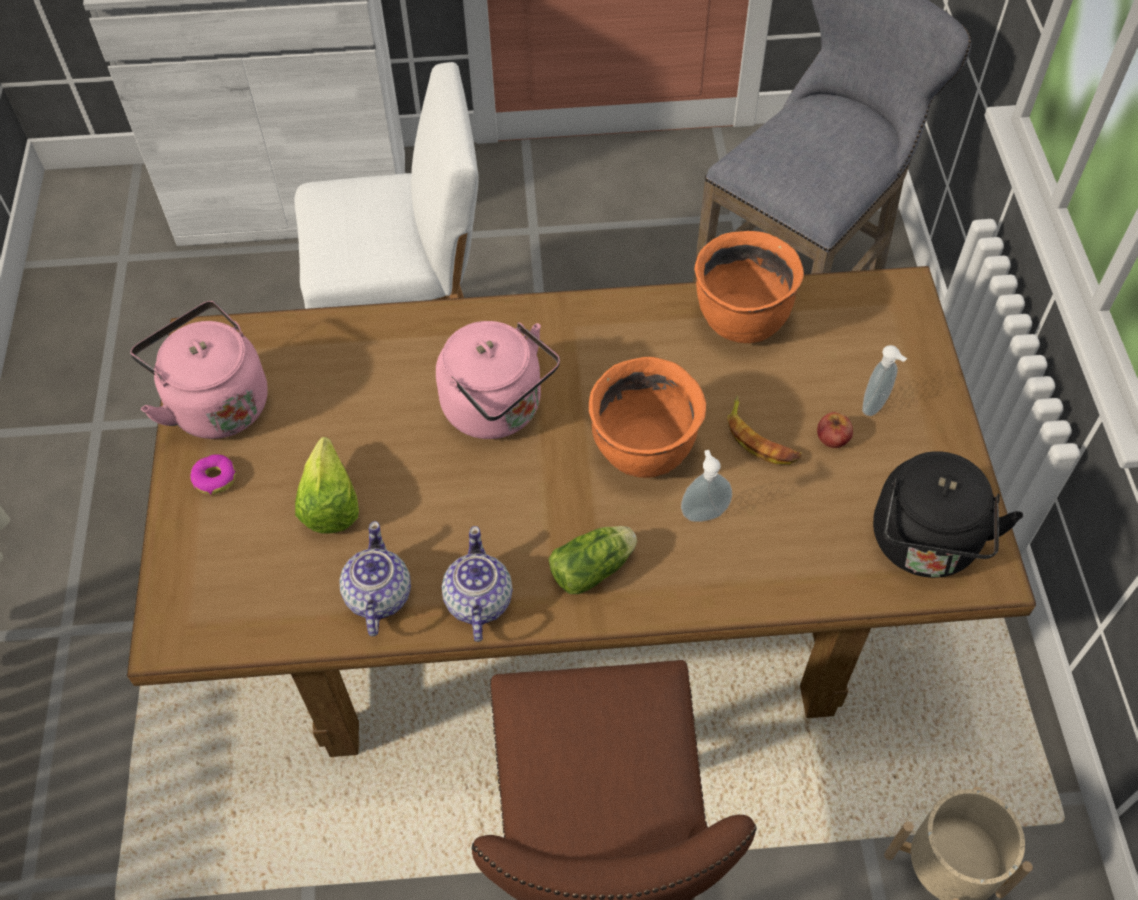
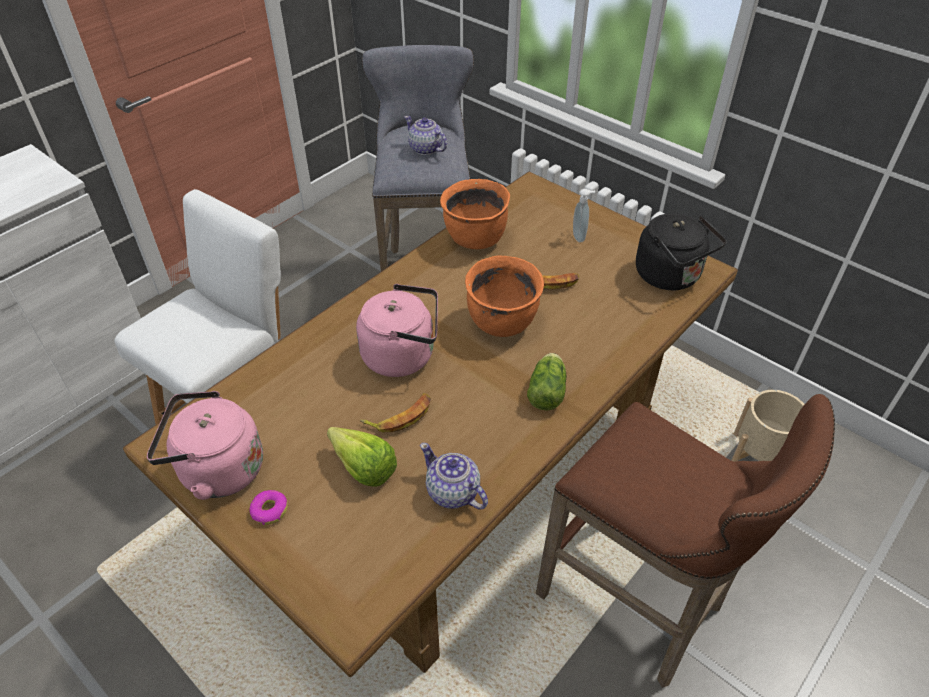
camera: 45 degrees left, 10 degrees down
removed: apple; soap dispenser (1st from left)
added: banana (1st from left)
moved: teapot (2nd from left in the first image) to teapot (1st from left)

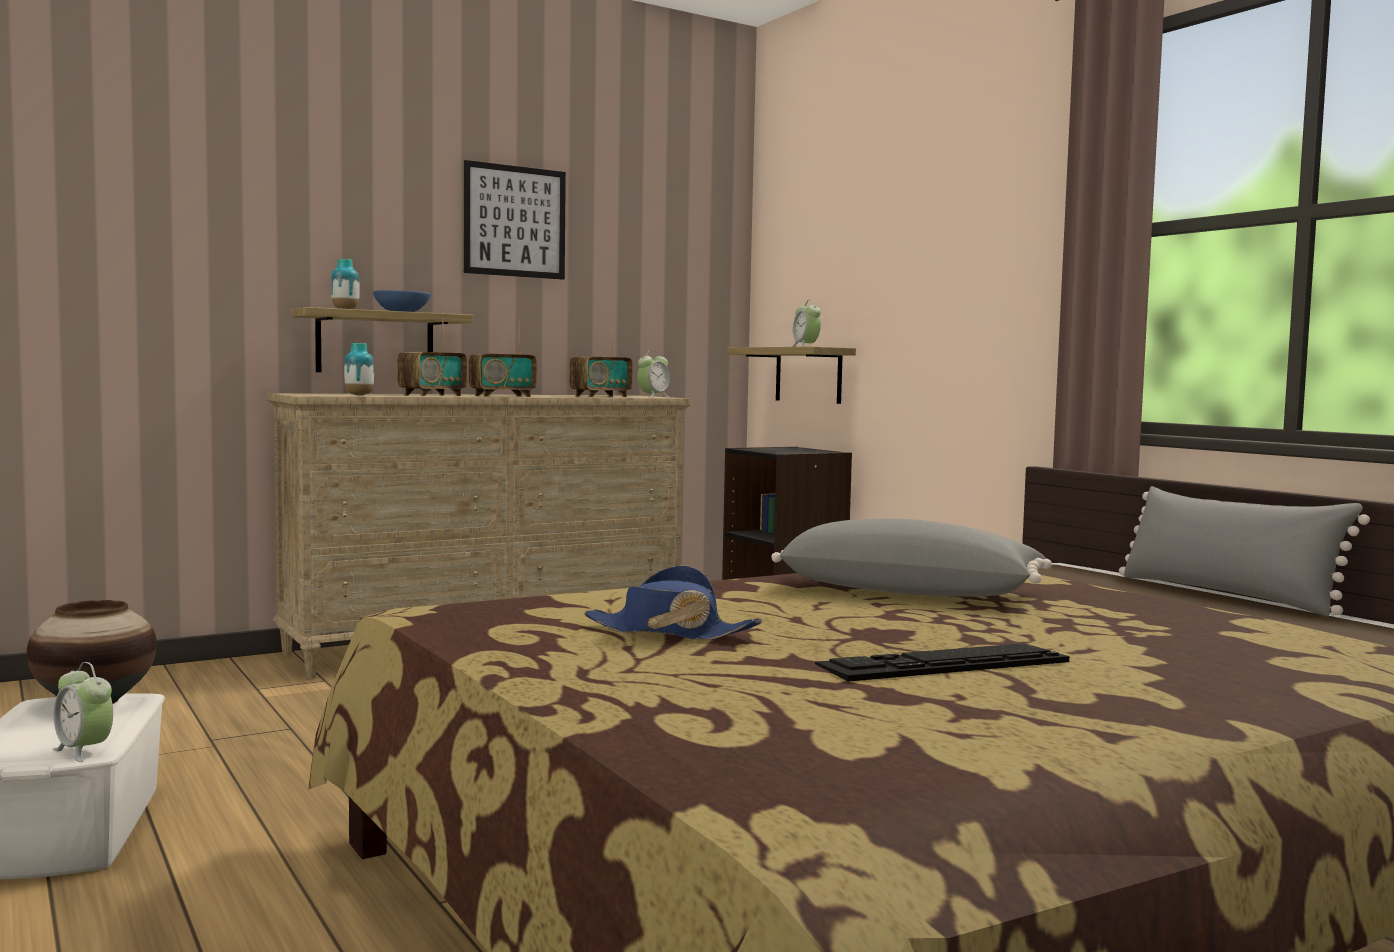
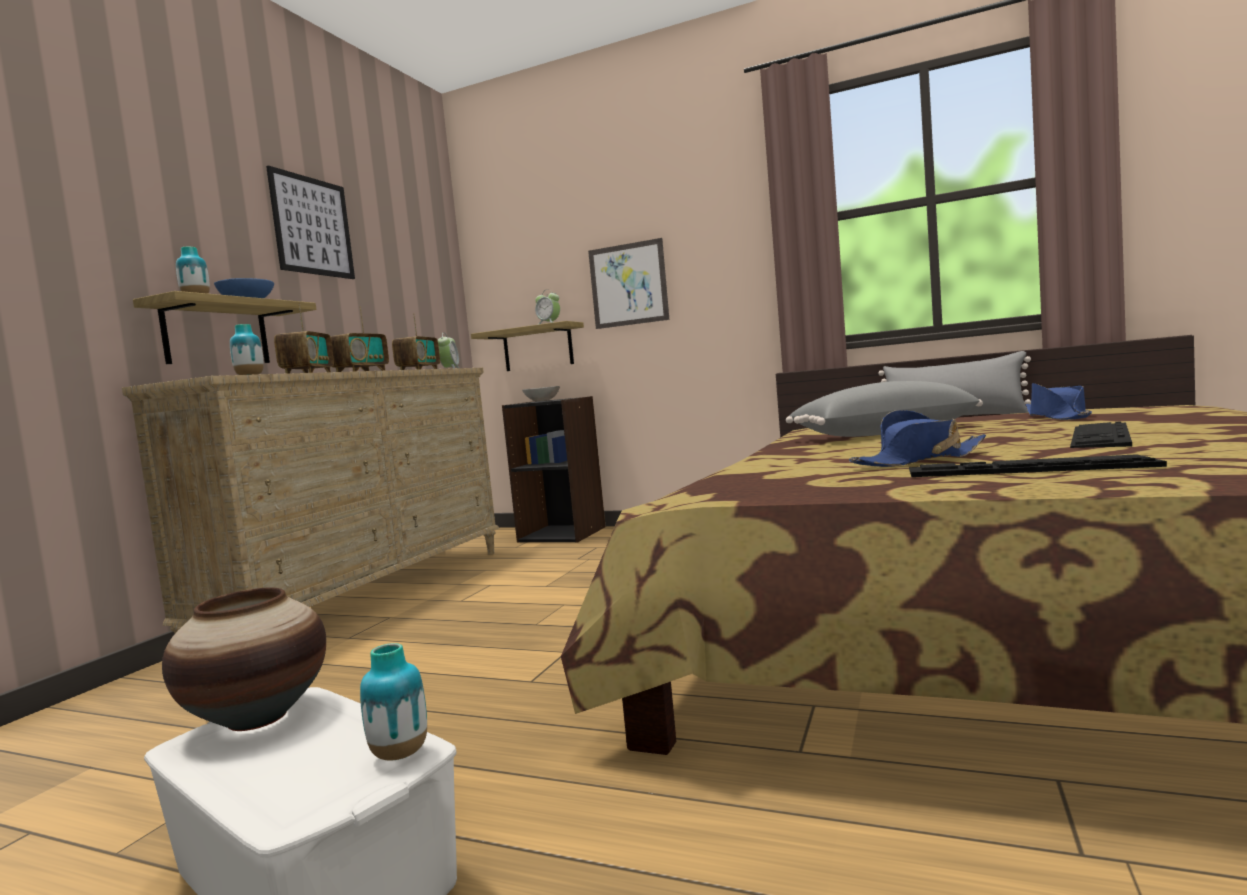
camera: 35 degrees left, 0 degrees up
added: picture (2nd from left); blue hat (2nd from left); grey bowl; keyboard (1st from left)
replaced: alarm clock (1st from left) to vase (4th from left)

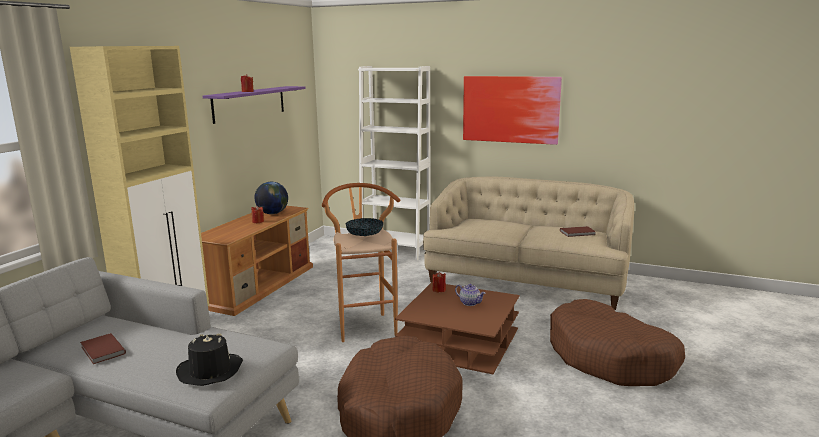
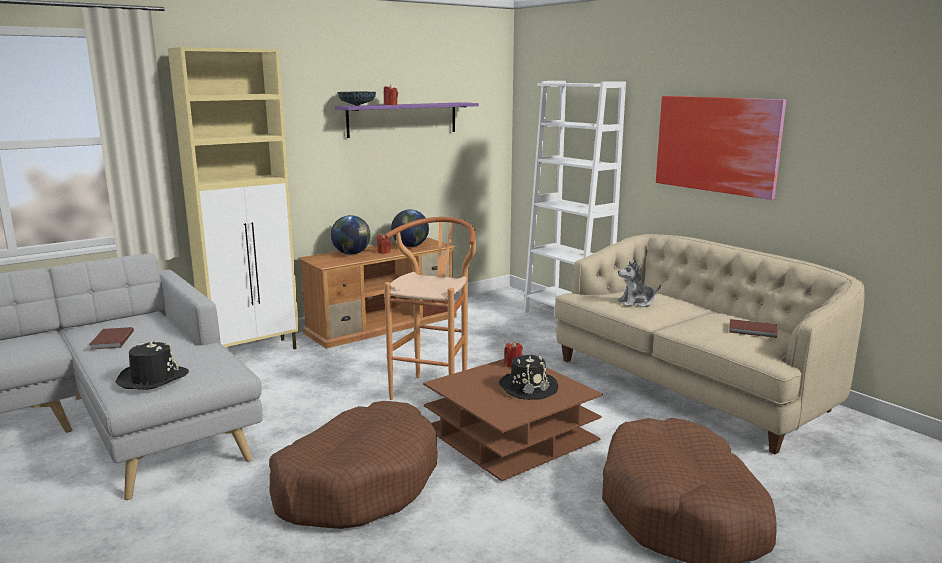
camera: 30 degrees right, 0 degrees up
added: globe (1st from left); plush toy
moved: bowl
replaced: teapot to black hat (2nd from left)

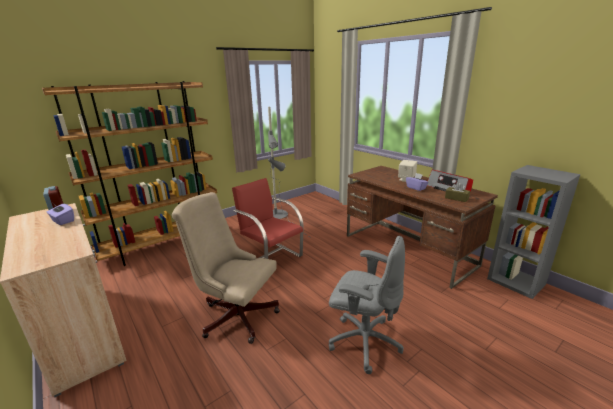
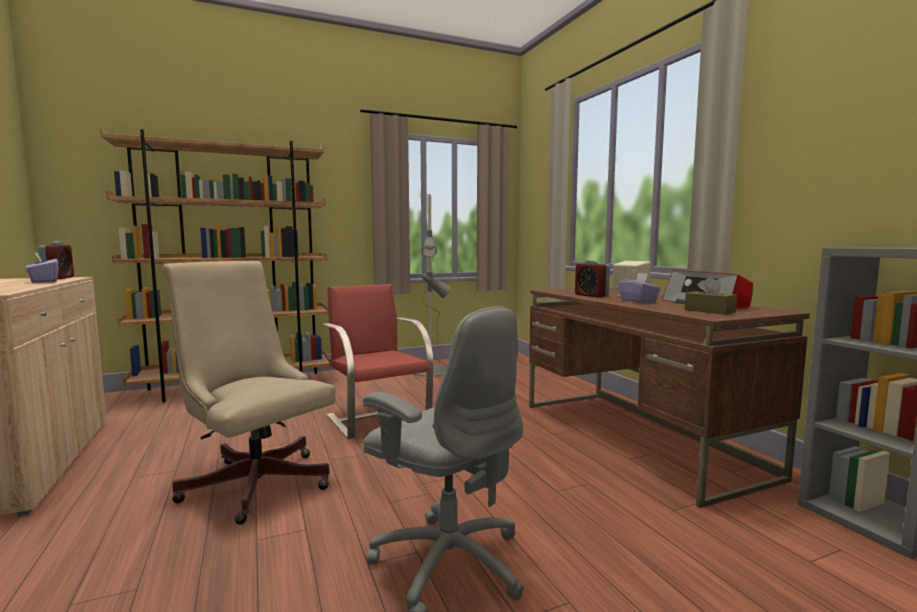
camera: 15 degrees right, 15 degrees down
added: alarm clock (2nd from left)

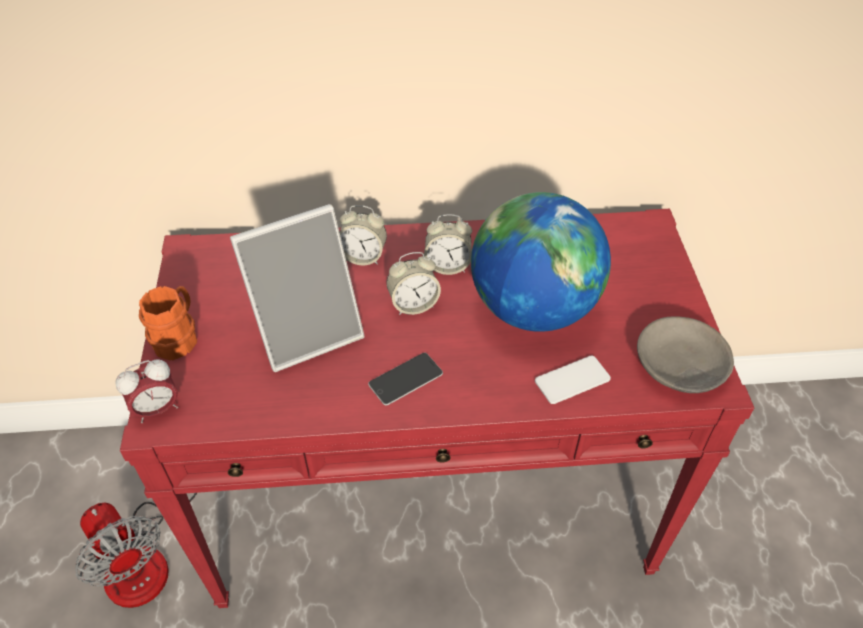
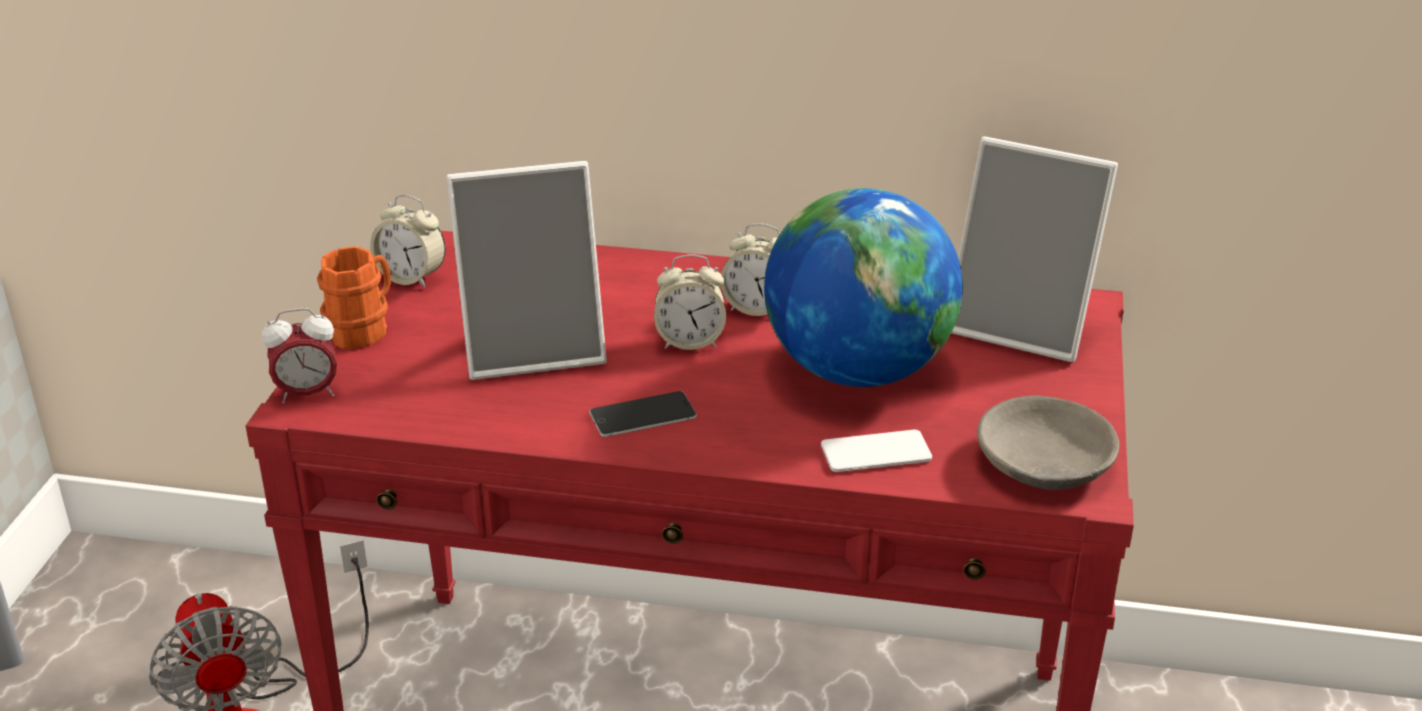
camera: 15 degrees right, 15 degrees down
added: picture frame (2nd from left)
moved: alarm clock (2nd from left)

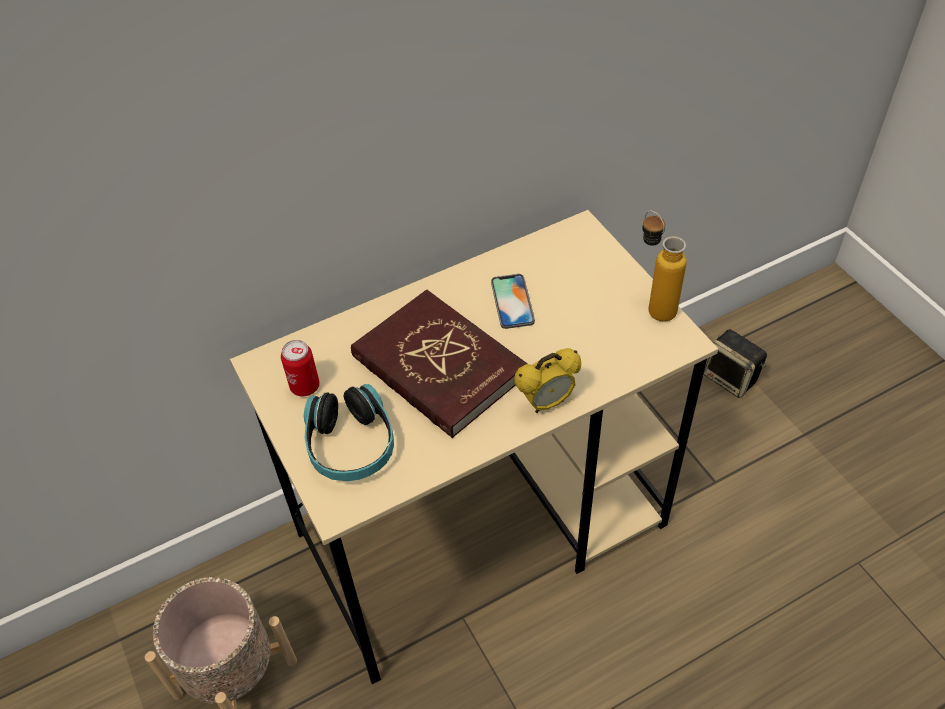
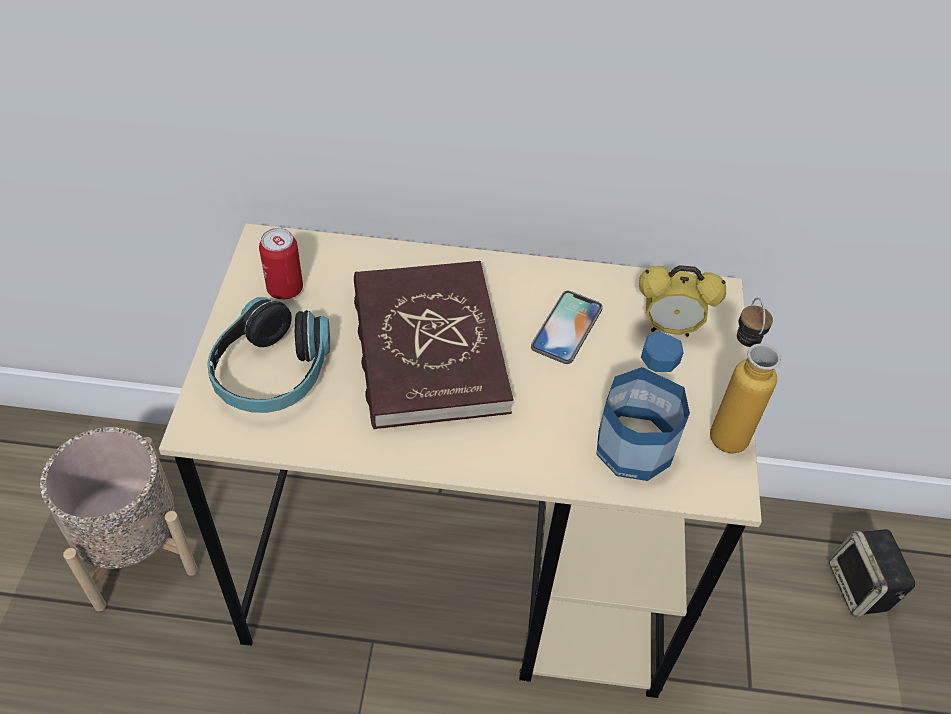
camera: 30 degrees right, 0 degrees up
added: bottle (1st from left)
moved: alarm clock

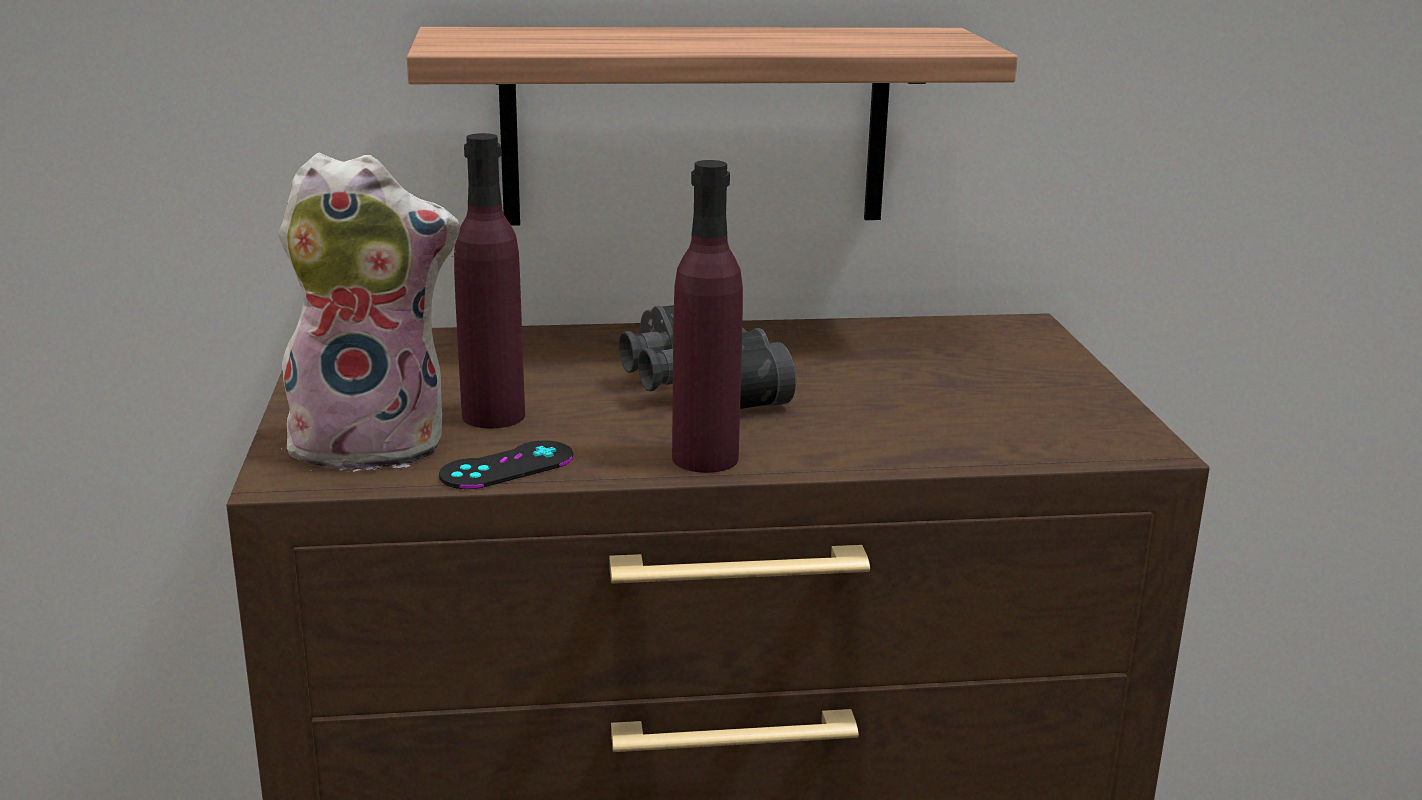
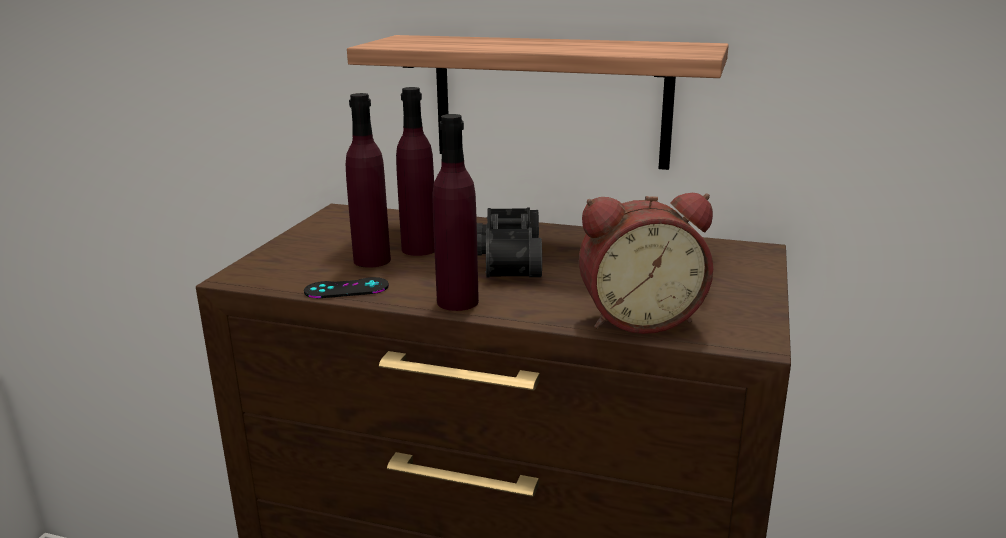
camera: 25 degrees right, 0 degrees up
removed: plush toy
added: purple bottle (2nd from left); alarm clock

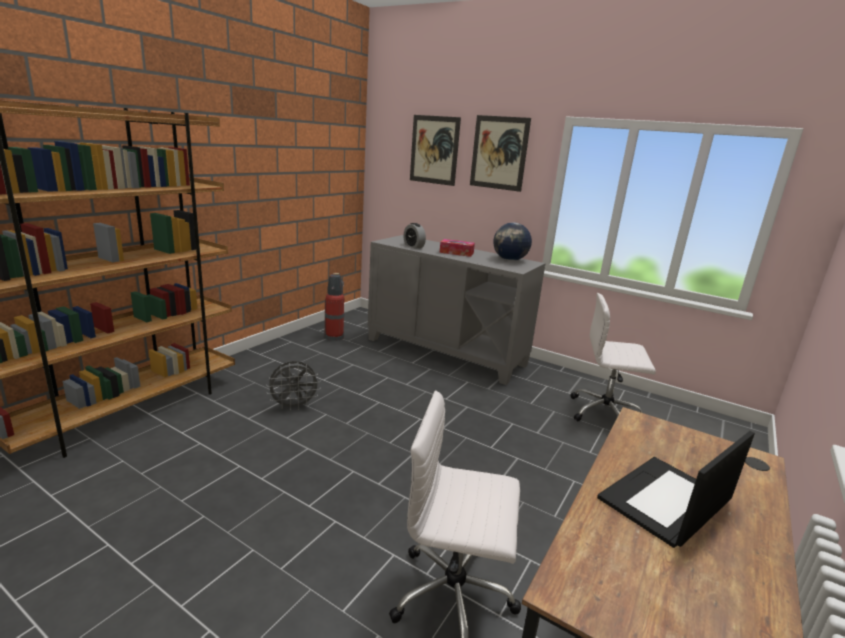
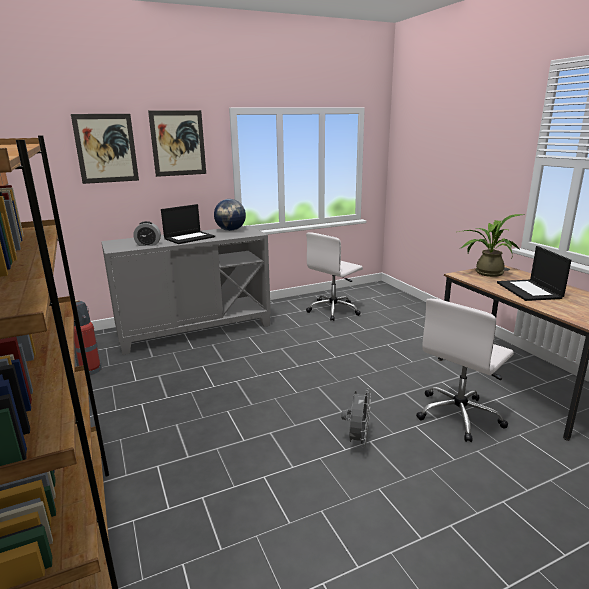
camera: 55 degrees left, 0 degrees up
added: potted plant
moved: grey fan
replaced: tissue box to laptop (1st from left)

